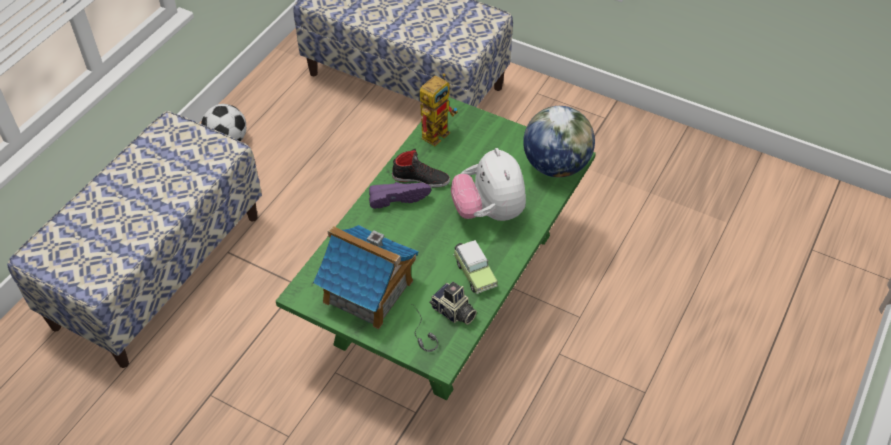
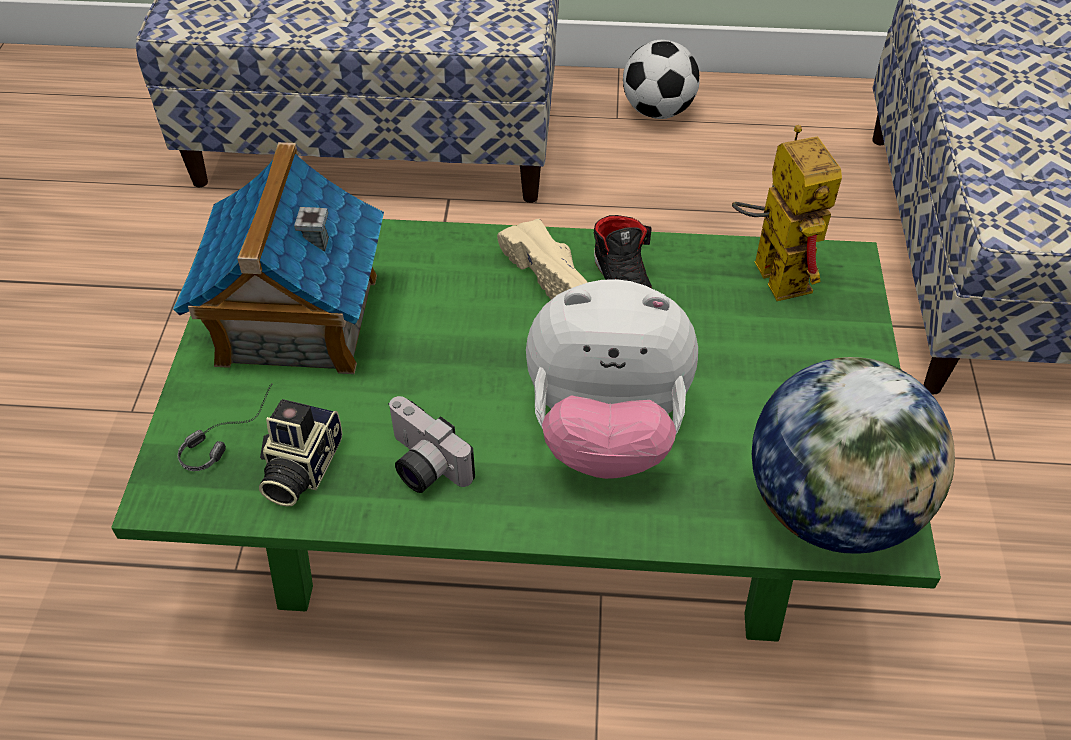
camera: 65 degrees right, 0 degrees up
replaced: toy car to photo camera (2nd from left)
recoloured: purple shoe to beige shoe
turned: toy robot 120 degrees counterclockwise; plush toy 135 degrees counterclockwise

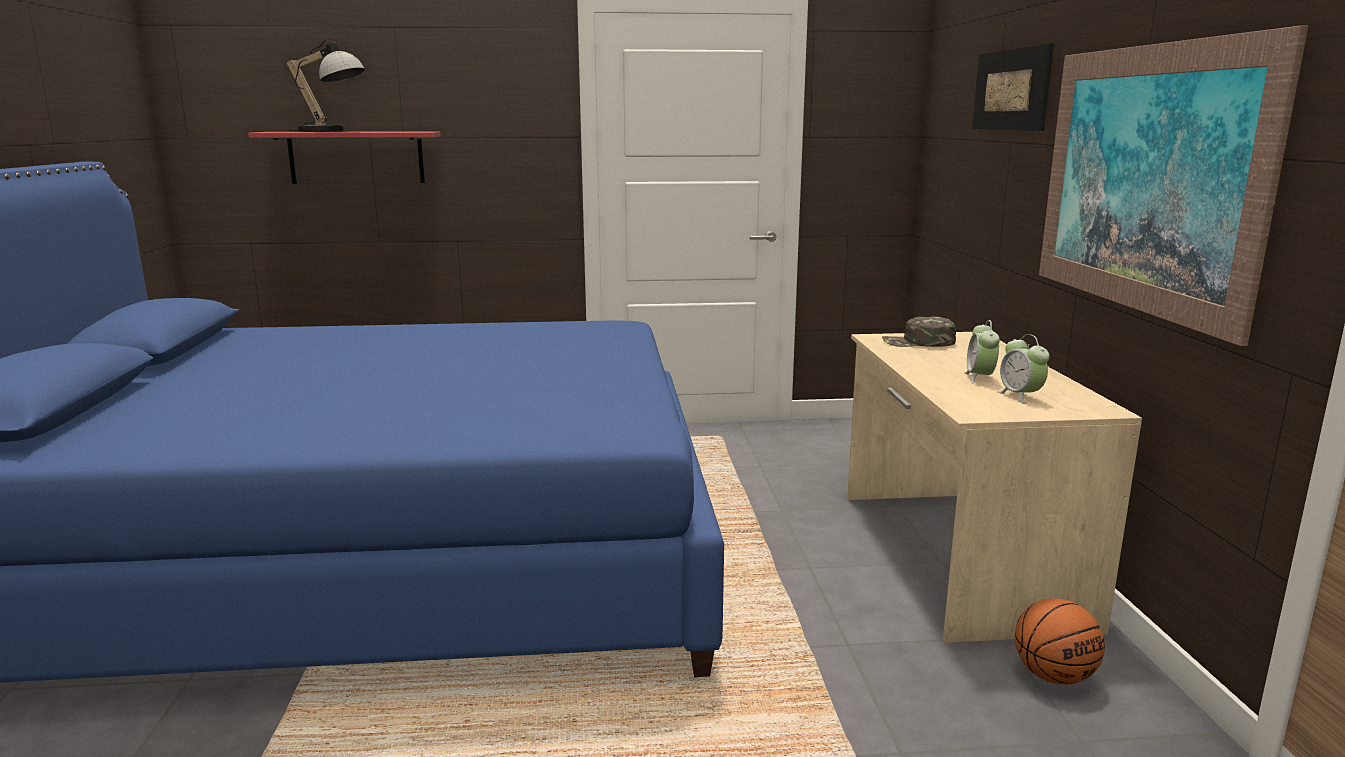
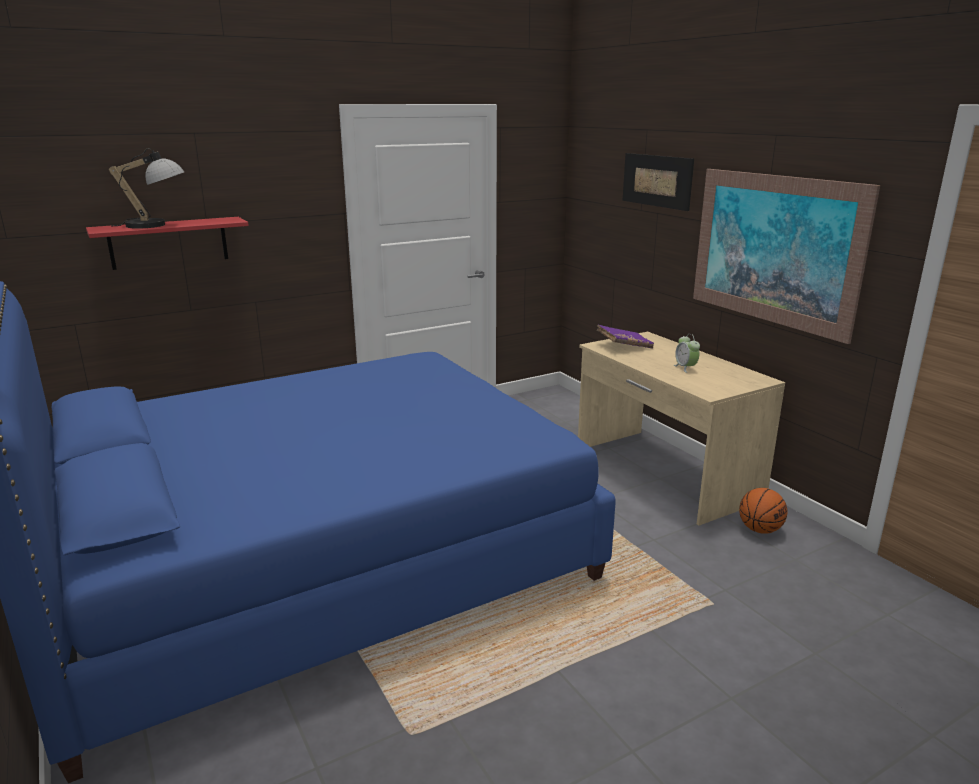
camera: 25 degrees left, 5 degrees up
removed: alarm clock (2nd from left)
replaced: green cap to purple book

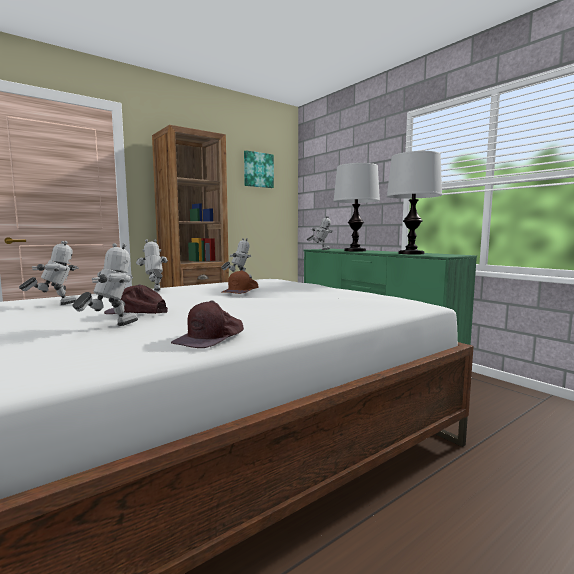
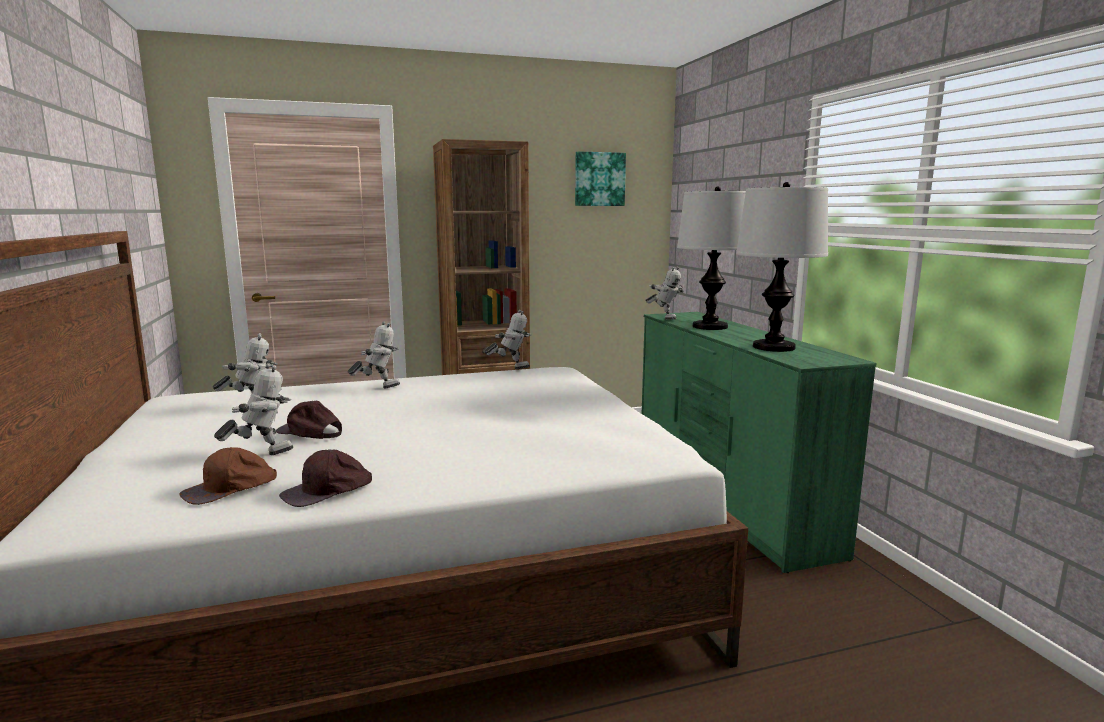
camera: 20 degrees right, 5 degrees up
moved: brown cap (3rd from left in the first image) to brown cap (1st from left)
turned: toy robot (3rd from left) 60 degrees clockwise

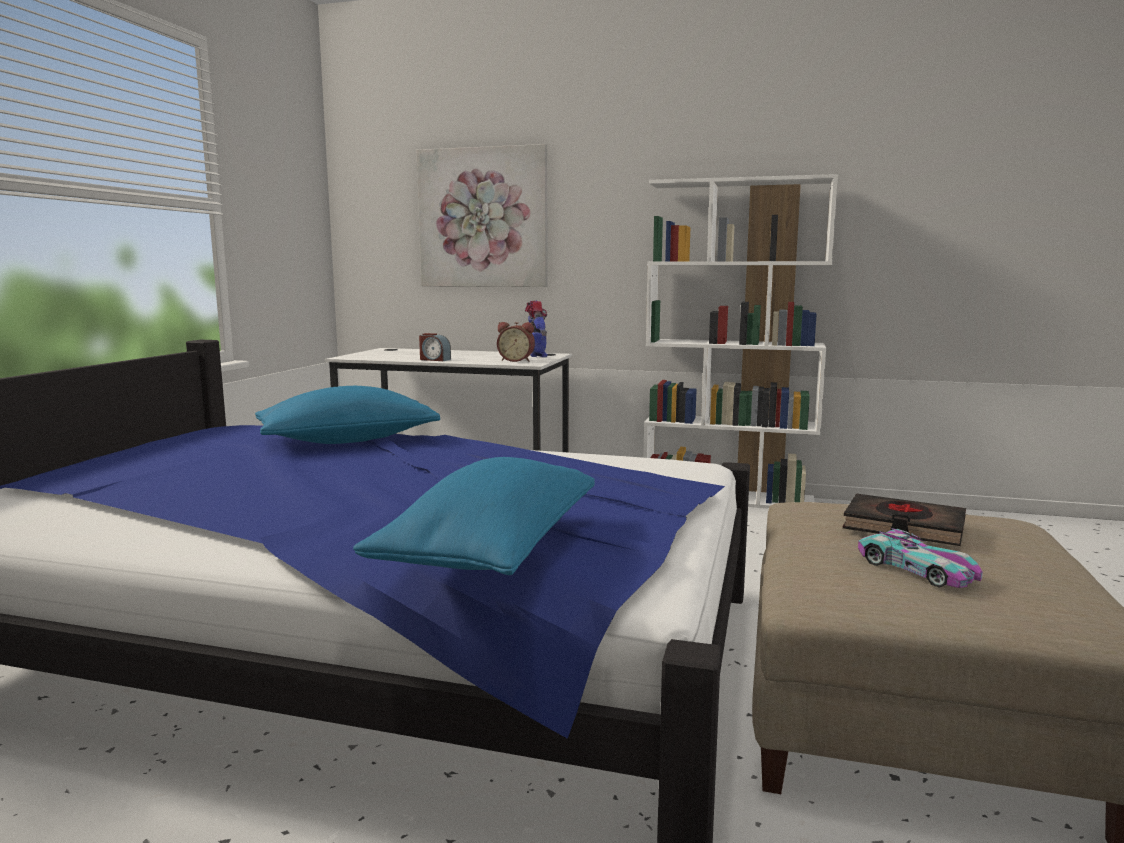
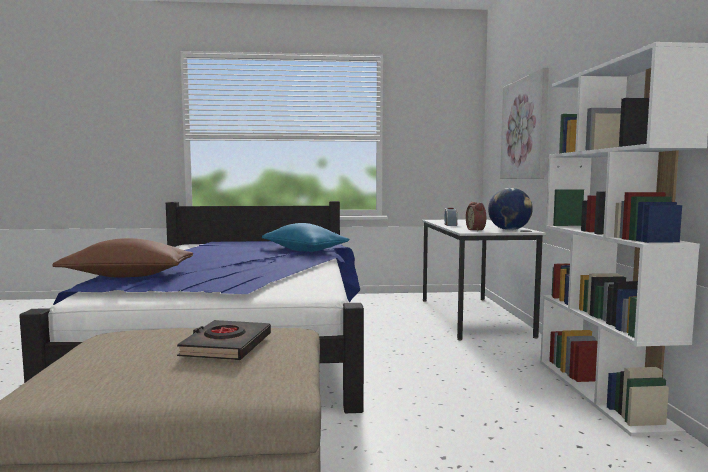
camera: 70 degrees right, 5 degrees down
removed: toy car
replaced: toy robot to globe
recoloured: blue pillow (2nd from left) to brown pillow

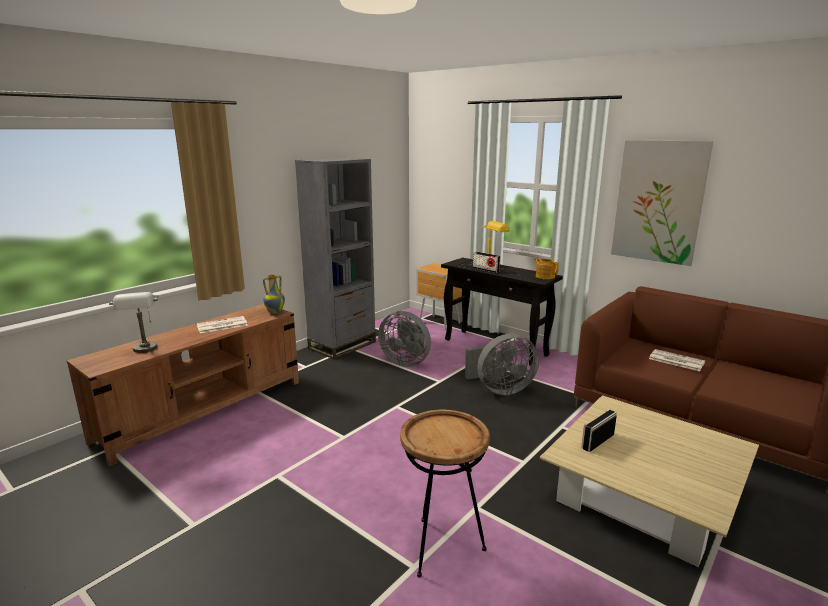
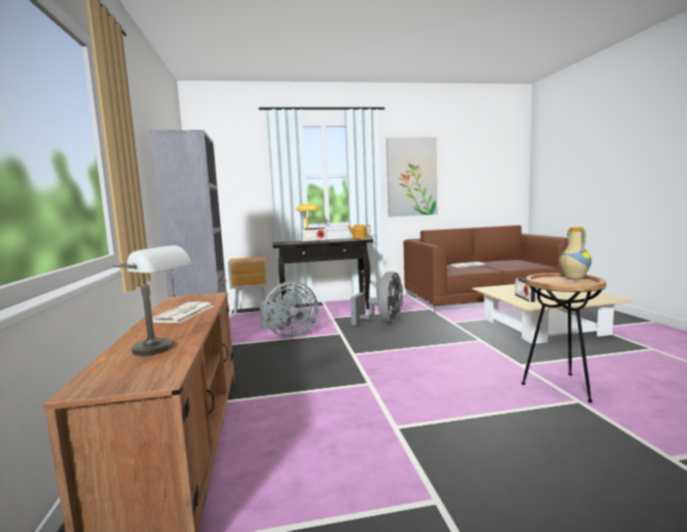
camera: 50 degrees left, 10 degrees down
moved: vase

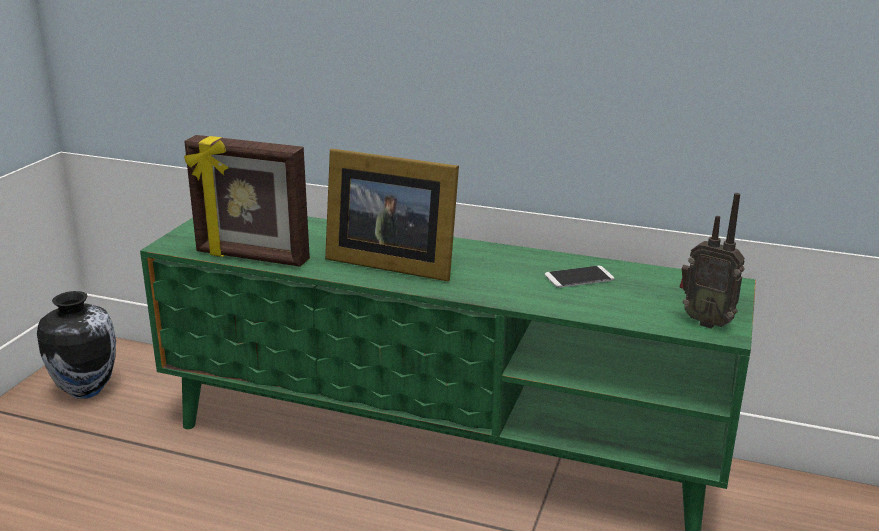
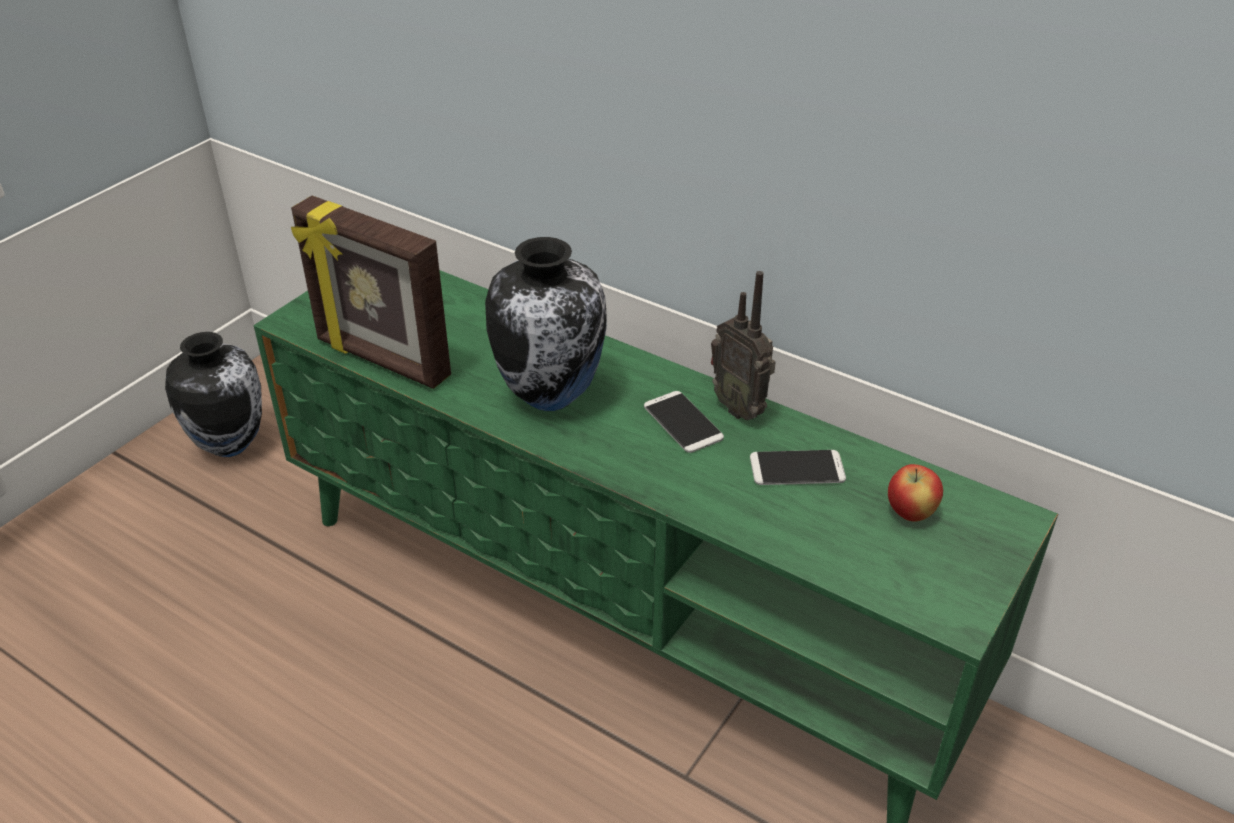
camera: 15 degrees right, 15 degrees up
added: phone (1st from left); apple
moved: radio
replaced: picture frame (2nd from left) to vase (2nd from left)

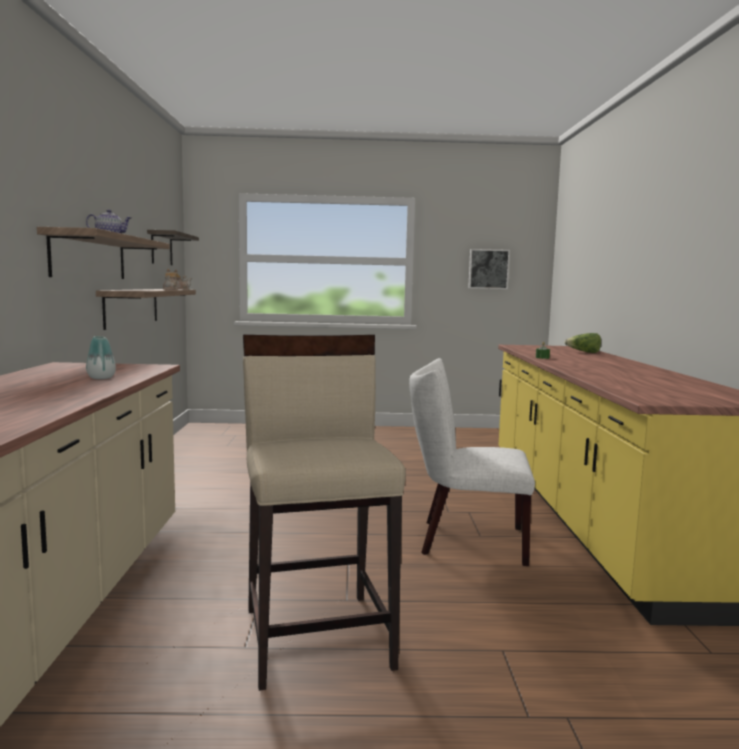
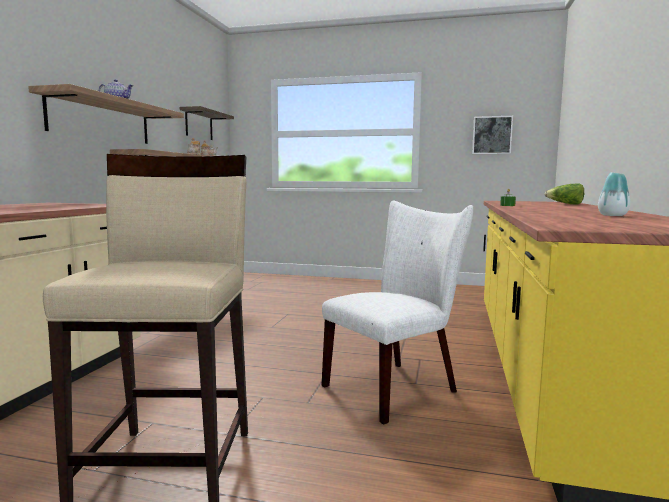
camera: 15 degrees right, 0 degrees up
moved: vase
turned: white chair 120 degrees clockwise

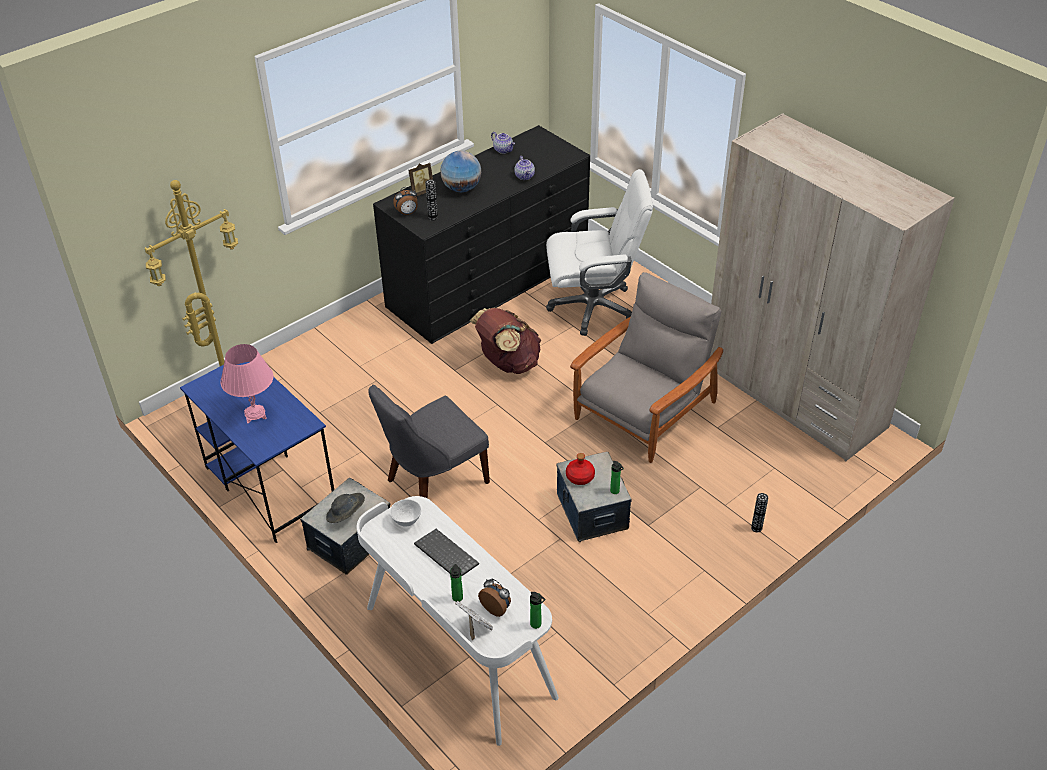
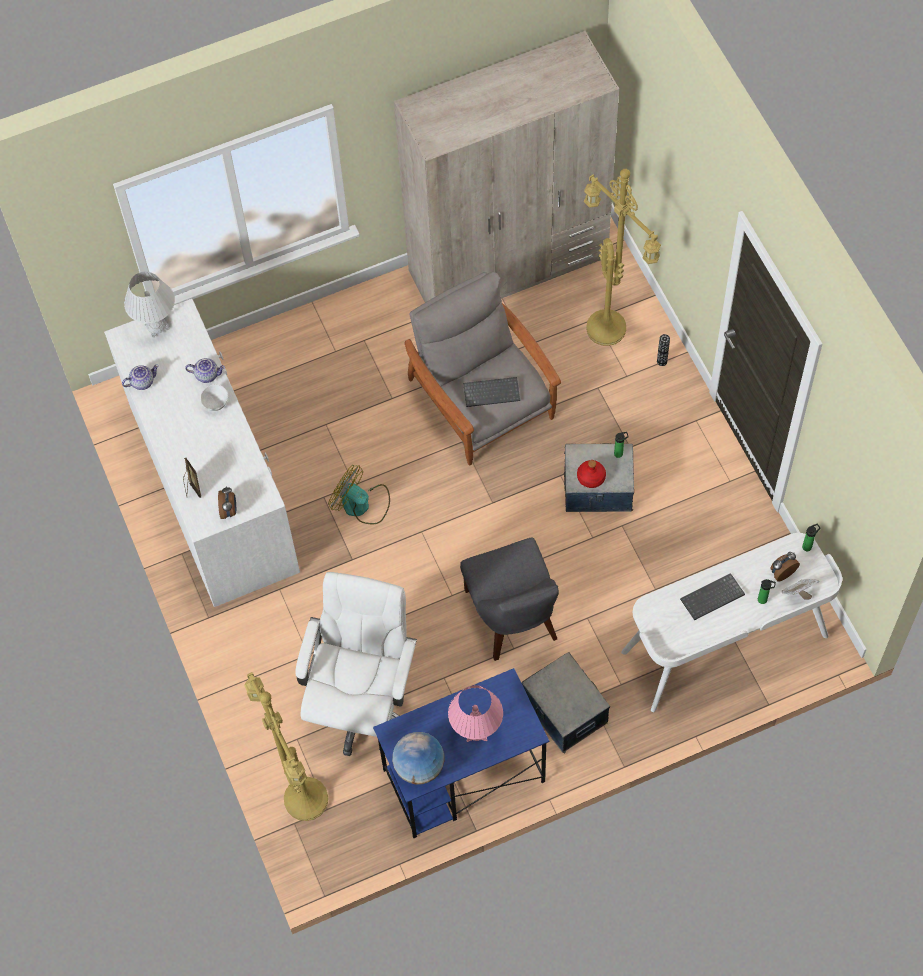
camera: 70 degrees left, 20 degrees up
removed: vase (1st from left); grey hat
added: yellow floor lamp (2nd from left); white table lamp; keyboard (1st from left)
moved: globe; white office chair; white bowl
replaced: brown backpack to fan
recoloured: black dresser to white dresser

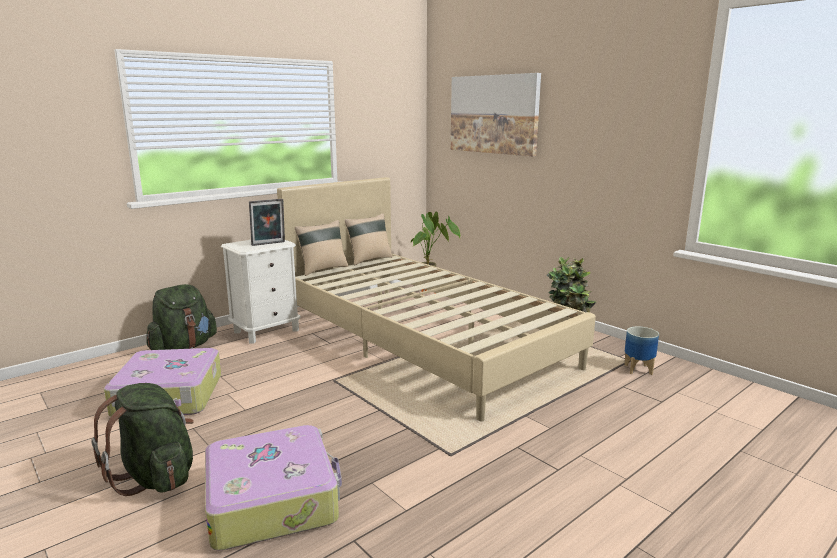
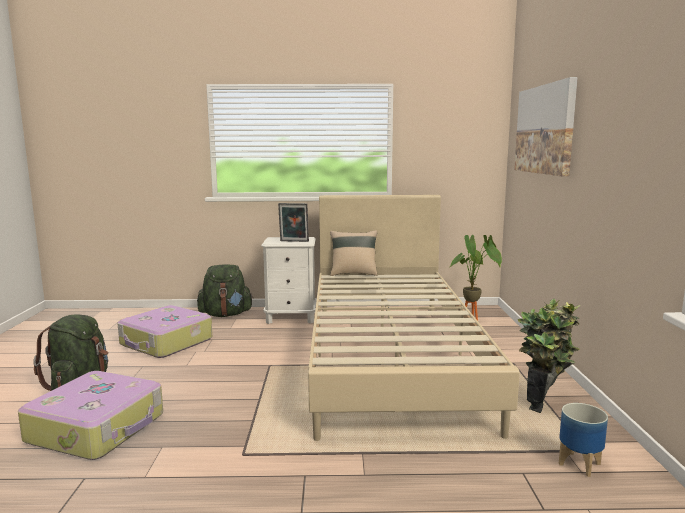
camera: 40 degrees right, 5 degrees down
removed: beige pillow (2nd from left)

